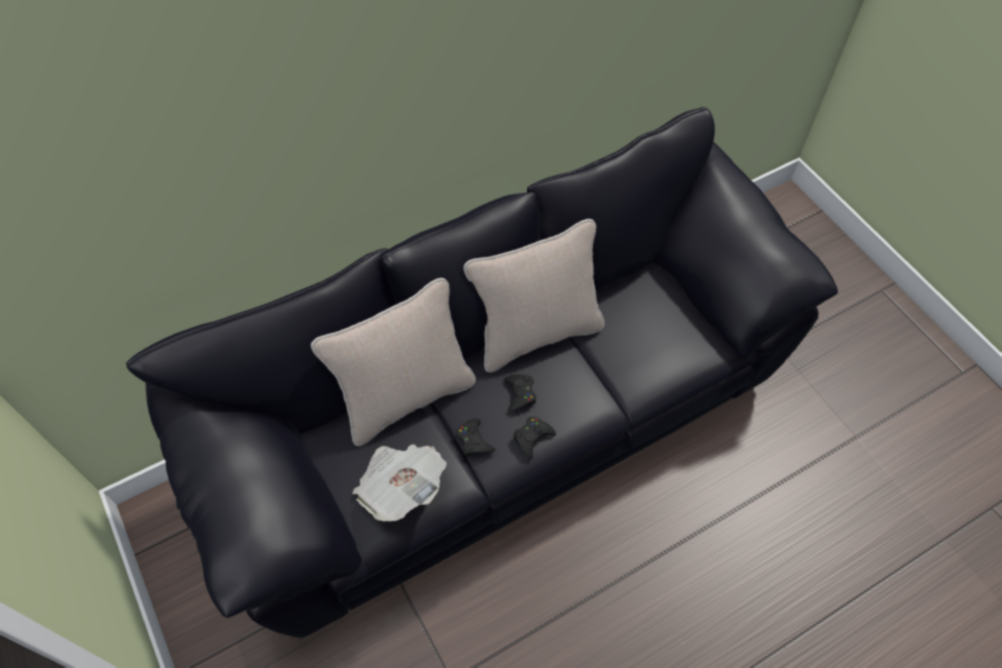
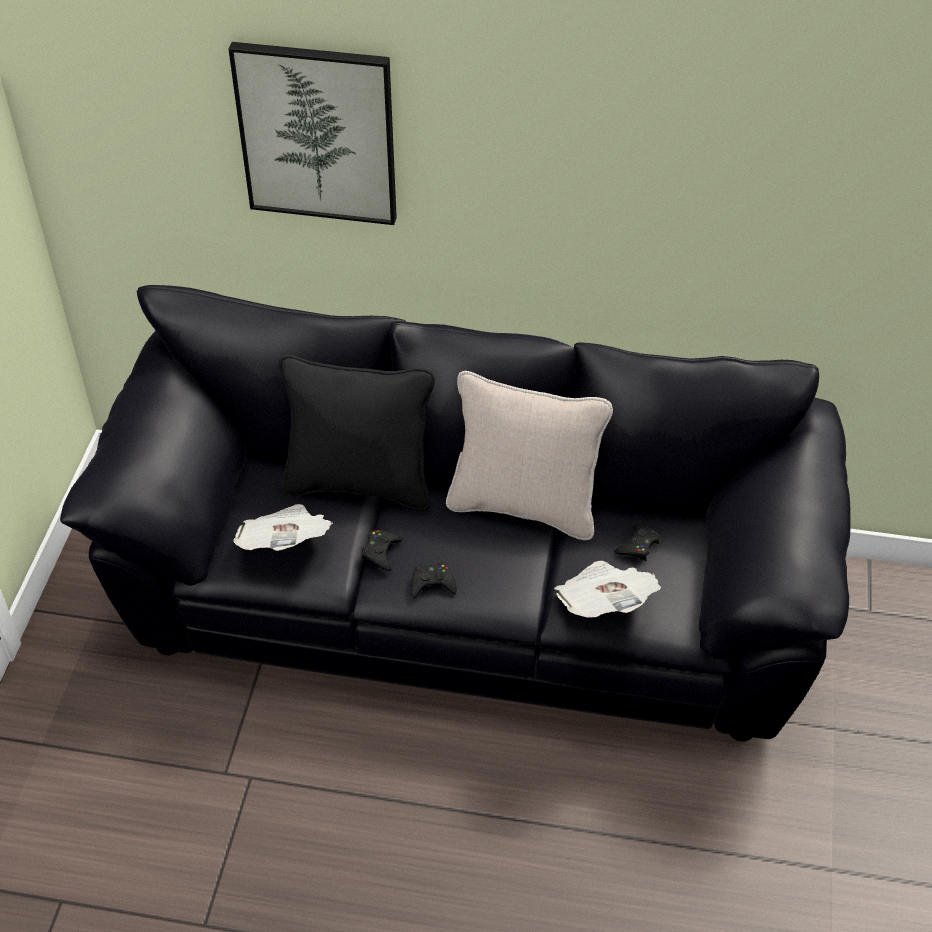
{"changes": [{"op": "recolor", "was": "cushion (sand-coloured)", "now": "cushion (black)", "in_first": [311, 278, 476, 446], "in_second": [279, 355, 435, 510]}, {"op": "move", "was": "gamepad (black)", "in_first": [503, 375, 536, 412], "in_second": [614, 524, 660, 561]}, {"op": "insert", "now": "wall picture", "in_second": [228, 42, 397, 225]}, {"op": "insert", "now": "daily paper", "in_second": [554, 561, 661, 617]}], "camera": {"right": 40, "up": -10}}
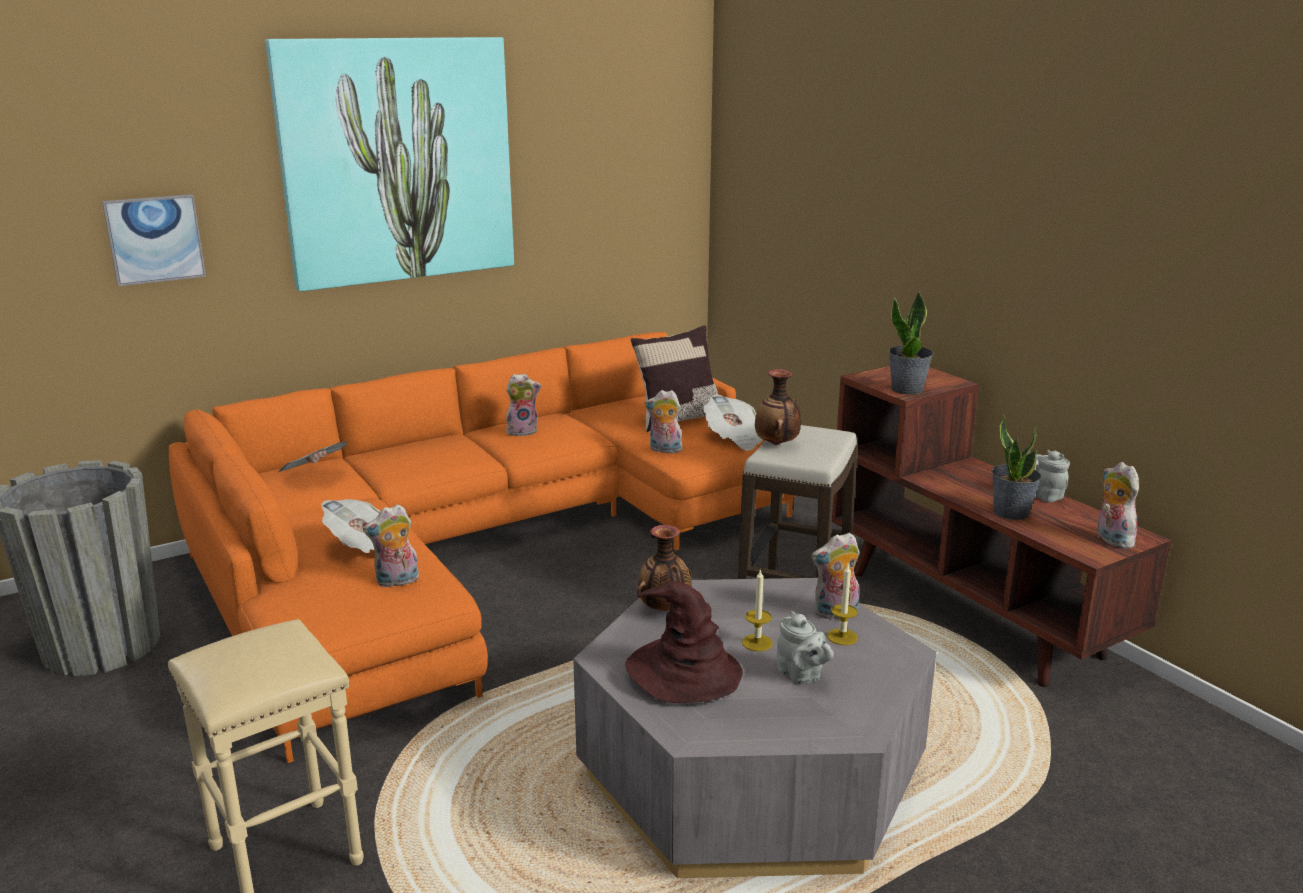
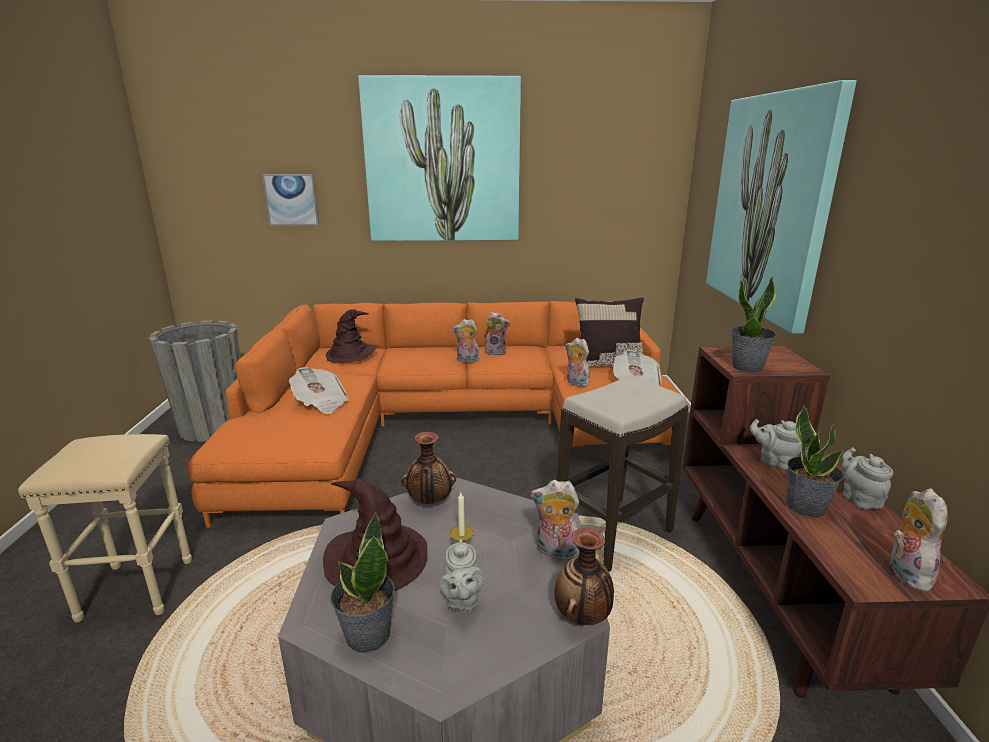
{"changes": [{"op": "move", "was": "decorative vase", "in_first": [755, 369, 801, 445], "in_second": [555, 528, 614, 625]}, {"op": "replace", "was": "daily paper", "now": "wearable hat (brownish)", "in_first": [279, 441, 348, 472], "in_second": [326, 309, 377, 363]}, {"op": "move", "was": "plush toy", "in_first": [363, 504, 419, 587], "in_second": [452, 319, 479, 362]}, {"op": "delete", "was": "candle", "in_first": [827, 565, 858, 645]}, {"op": "insert", "now": "wall picture", "in_second": [706, 80, 857, 334]}, {"op": "insert", "now": "tea pot (grey)", "in_second": [750, 419, 802, 469]}, {"op": "insert", "now": "potted plant", "in_second": [330, 512, 395, 653]}], "camera": {"right": 30, "up": 0}}
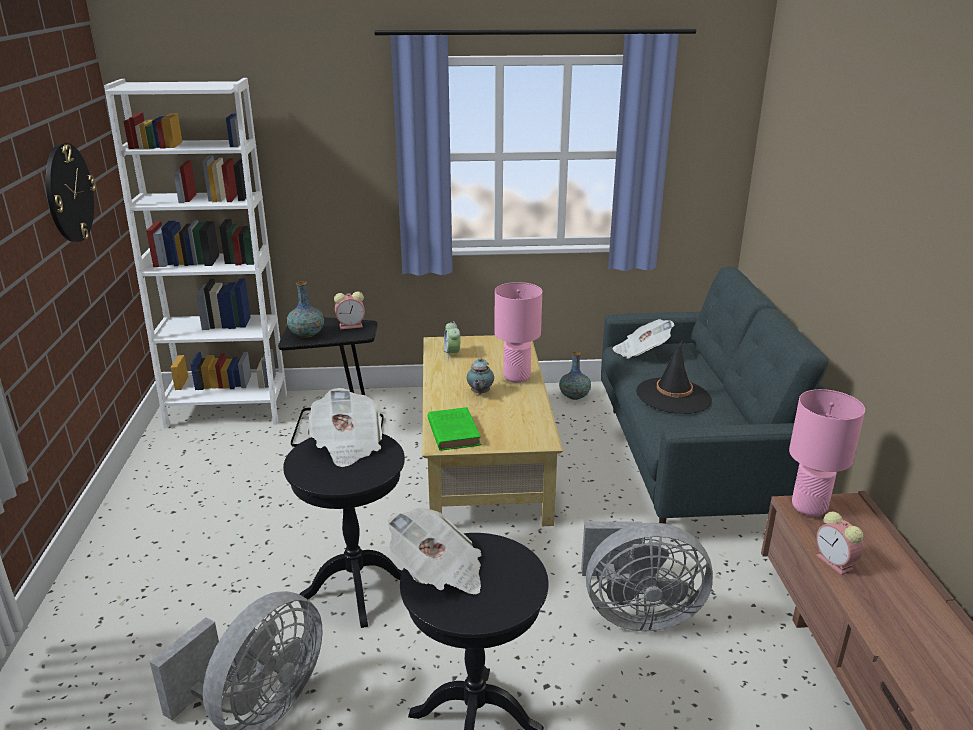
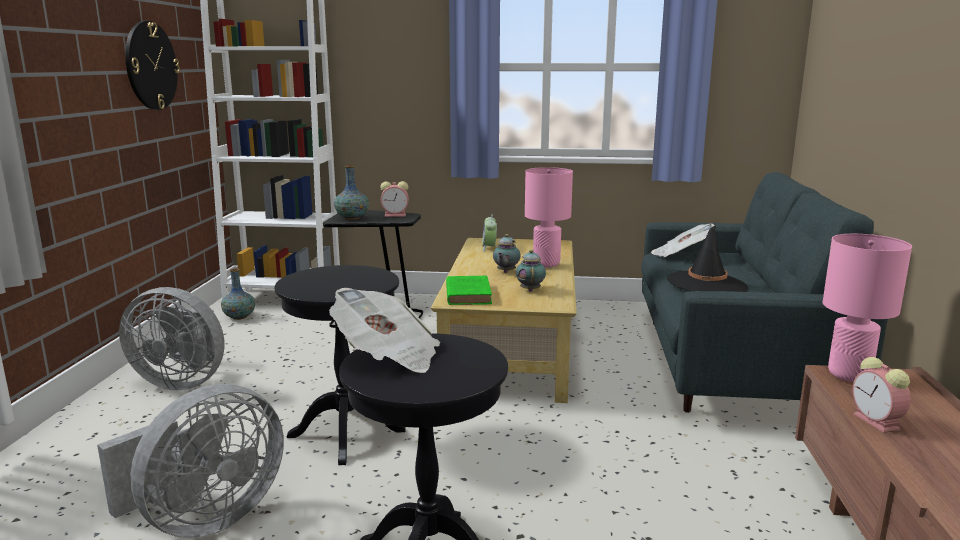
{"changes": [{"op": "move", "was": "decorative vase", "in_first": [559, 351, 591, 400], "in_second": [221, 269, 255, 320]}, {"op": "delete", "was": "daily paper", "in_first": [307, 388, 382, 467]}, {"op": "move", "was": "electric fan (grey)", "in_first": [581, 521, 713, 631], "in_second": [119, 287, 225, 390]}, {"op": "insert", "now": "tea pot", "in_second": [516, 249, 546, 292]}], "camera": {"right": 10, "up": -10}}
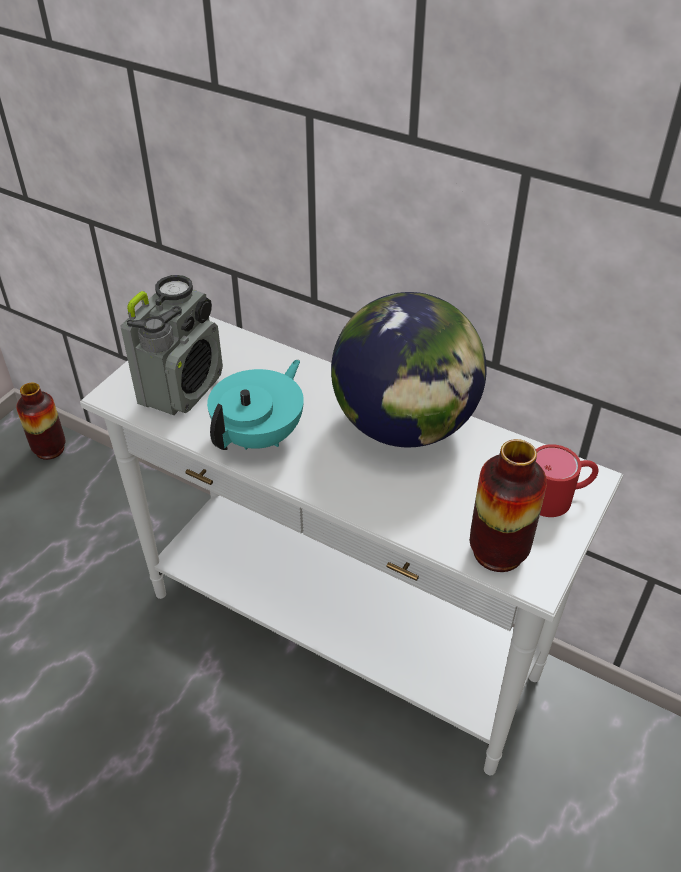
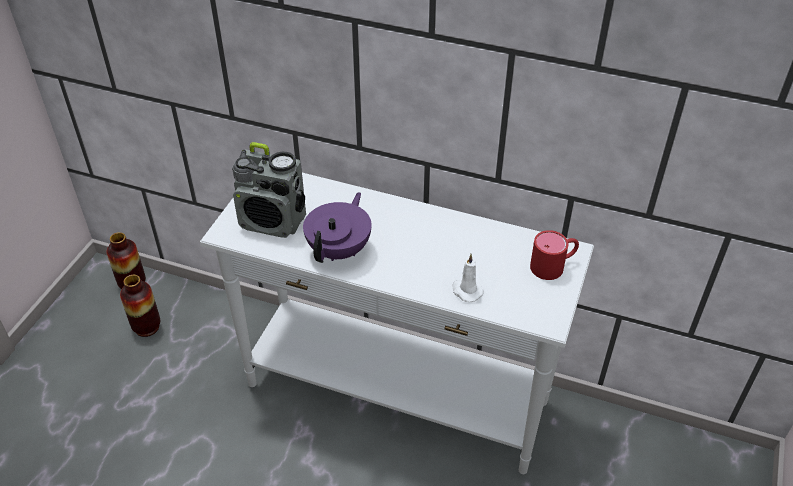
{"changes": [{"op": "rotate", "was": "radio set", "in_first": [120, 275, 223, 415], "in_second": [232, 142, 306, 238], "clockwise": 90}, {"op": "delete", "was": "globe", "in_first": [331, 292, 487, 448]}, {"op": "recolor", "was": "tea pot (turquoise)", "now": "tea pot (purple-coloured)", "in_first": [207, 360, 304, 450], "in_second": [303, 192, 371, 263]}, {"op": "move", "was": "decorative vase", "in_first": [470, 439, 547, 572], "in_second": [120, 275, 160, 337]}, {"op": "insert", "now": "candle (white-coloured)", "in_second": [452, 254, 483, 302]}], "camera": {"right": -10, "up": 0}}
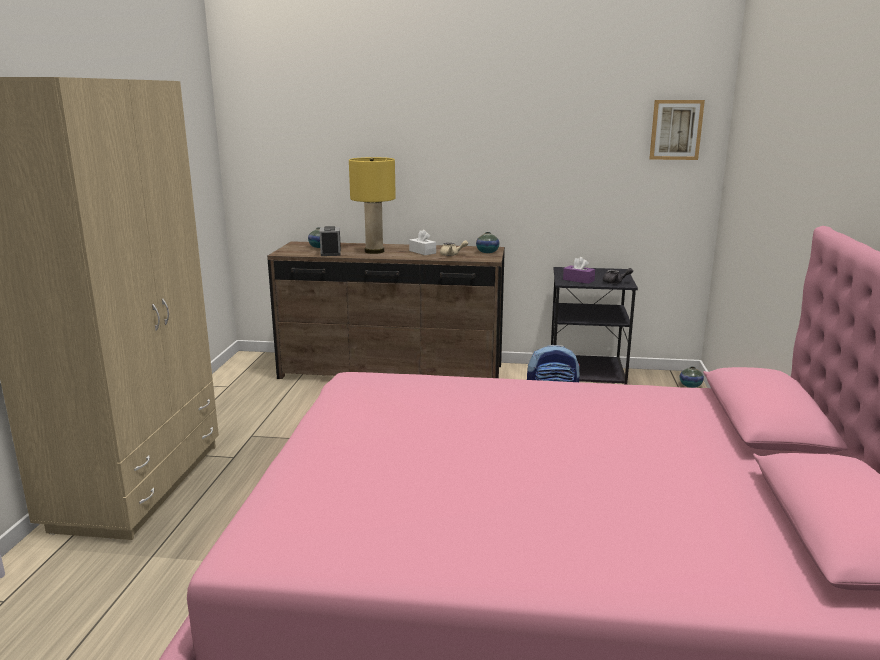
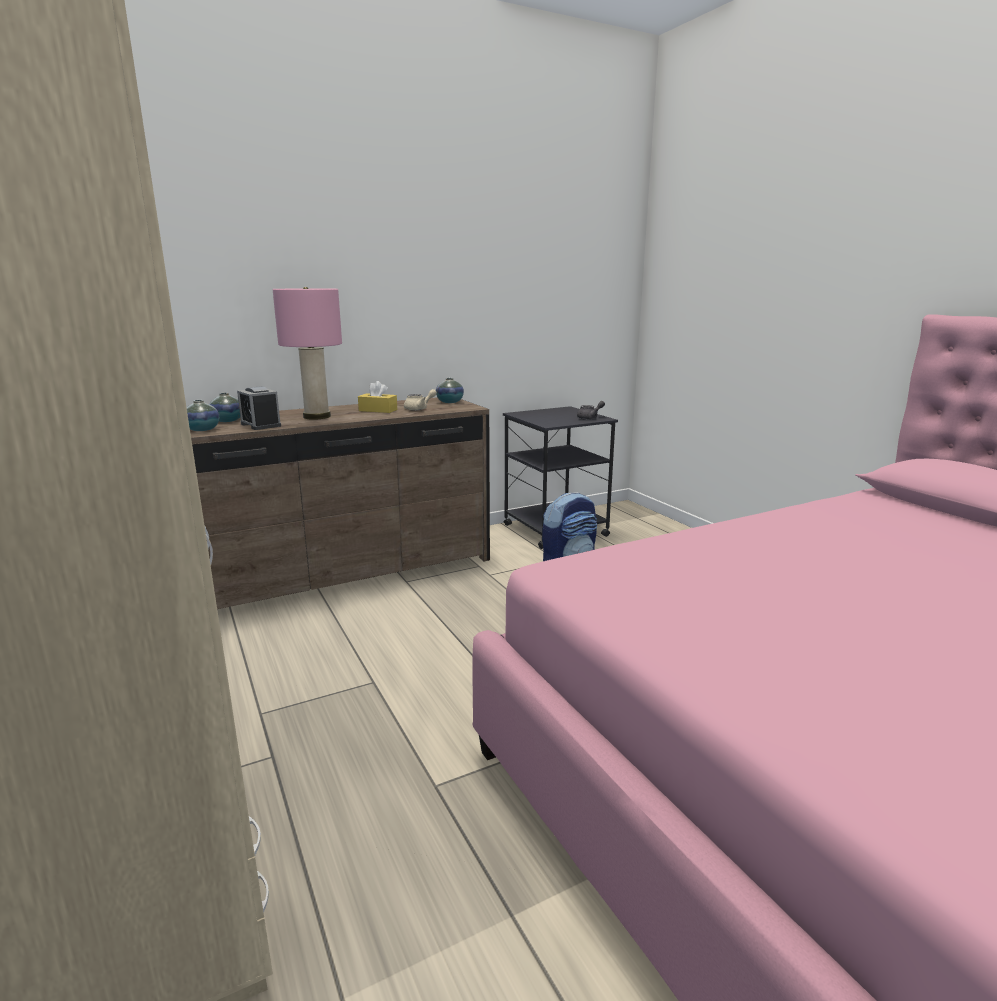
{"changes": [{"op": "delete", "was": "wall picture", "in_first": [649, 100, 705, 160]}, {"op": "recolor", "was": "tabletop lamp (yellow)", "now": "tabletop lamp (pinkish)", "in_first": [349, 157, 396, 254], "in_second": [273, 287, 342, 420]}, {"op": "recolor", "was": "tissue holder (white-coloured)", "now": "tissue holder (yellow)", "in_first": [409, 229, 436, 255], "in_second": [358, 381, 397, 413]}, {"op": "delete", "was": "tissue holder (purple-coloured)", "in_first": [563, 257, 595, 284]}, {"op": "move", "was": "decorative vase", "in_first": [680, 366, 704, 388], "in_second": [187, 400, 219, 431]}], "camera": {"right": -35, "up": 0}}
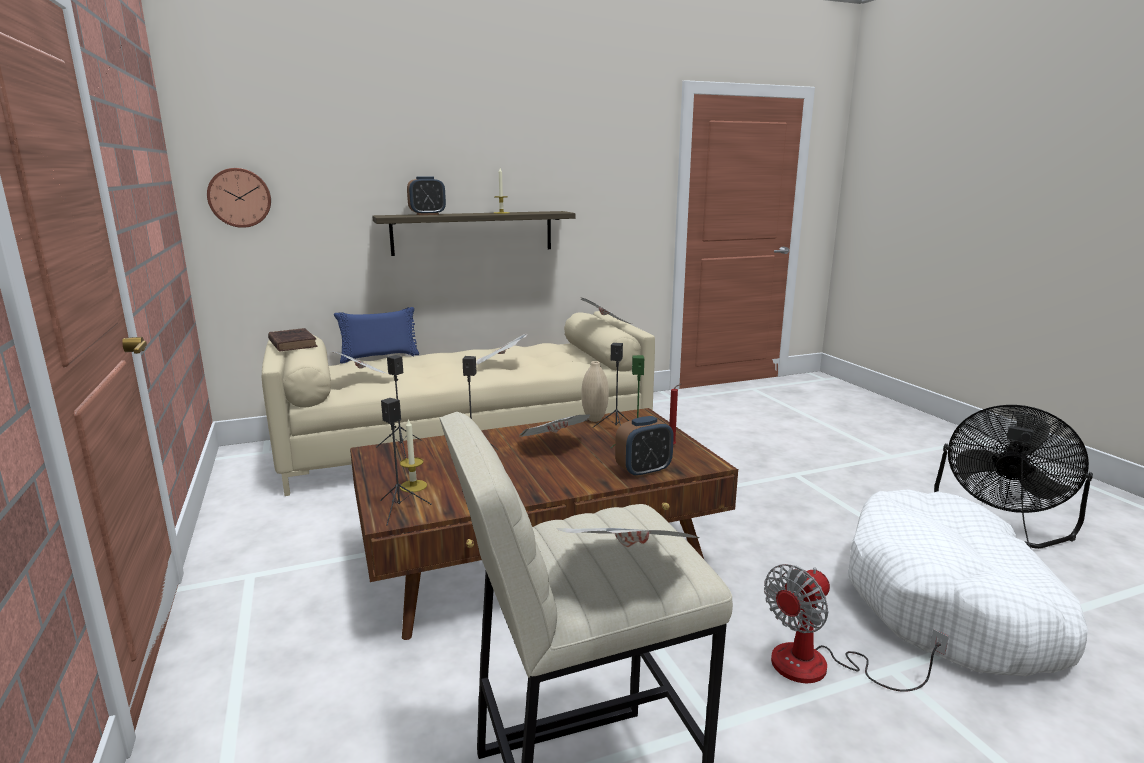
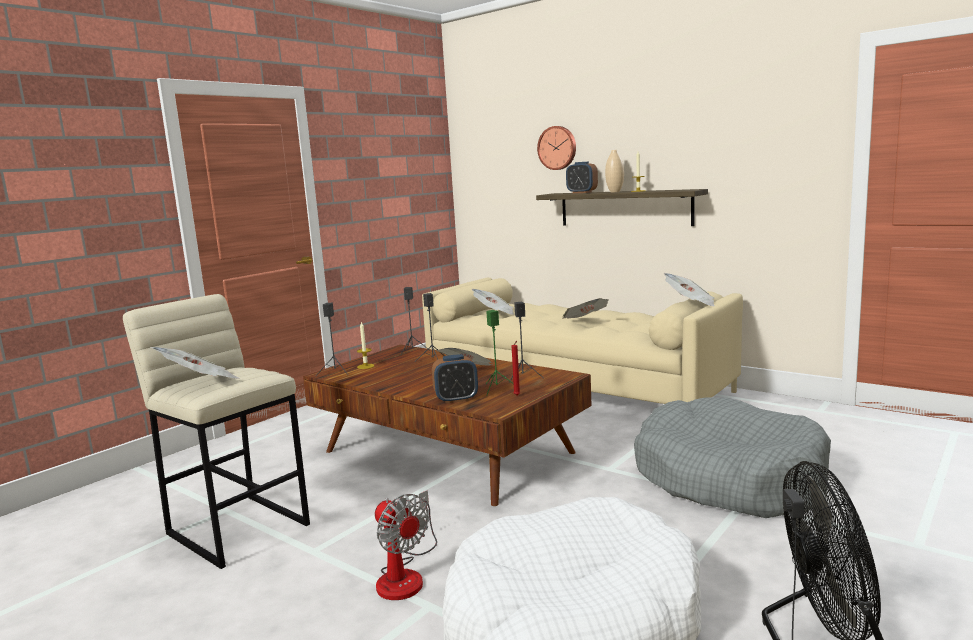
{"changes": [{"op": "move", "was": "wall clock", "in_first": [207, 168, 271, 228], "in_second": [537, 126, 576, 170]}, {"op": "delete", "was": "cushion (blue)", "in_first": [334, 307, 419, 363]}, {"op": "delete", "was": "bound book (brownish)", "in_first": [268, 328, 317, 352]}, {"op": "move", "was": "decorative vase (sand-coloured)", "in_first": [581, 361, 609, 422], "in_second": [605, 150, 624, 192]}, {"op": "rotate", "was": "alarm clock", "in_first": [615, 416, 674, 478], "in_second": [432, 354, 478, 404], "clockwise": -45}, {"op": "rotate", "was": "electric fan", "in_first": [764, 564, 949, 692], "in_second": [375, 490, 437, 600], "clockwise": -150}, {"op": "insert", "now": "dog cushion (grey)", "in_second": [634, 397, 831, 518]}], "camera": {"right": 60, "up": -5}}
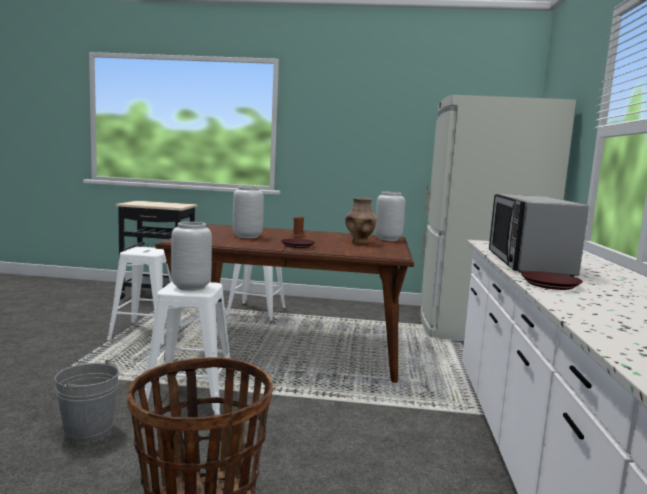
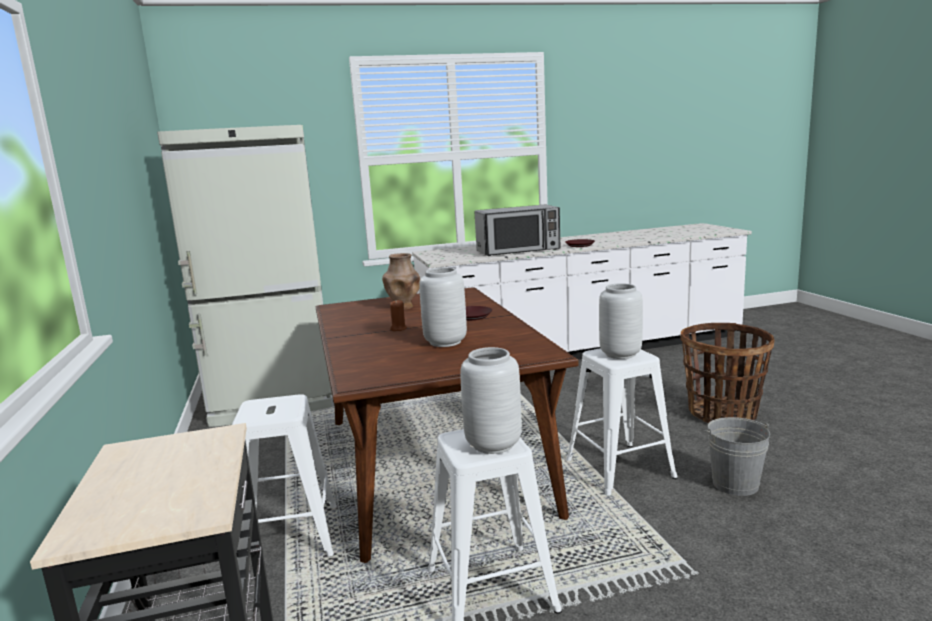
{"changes": [{"op": "move", "was": "decorative vase (grey)", "in_first": [375, 192, 405, 241], "in_second": [460, 347, 521, 454]}], "camera": {"right": -110, "up": 5}}
